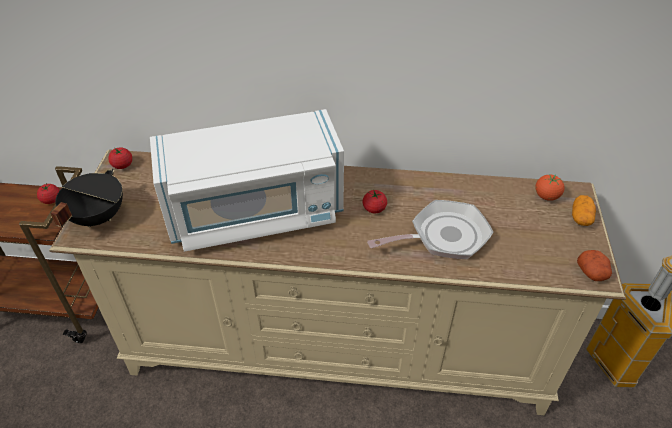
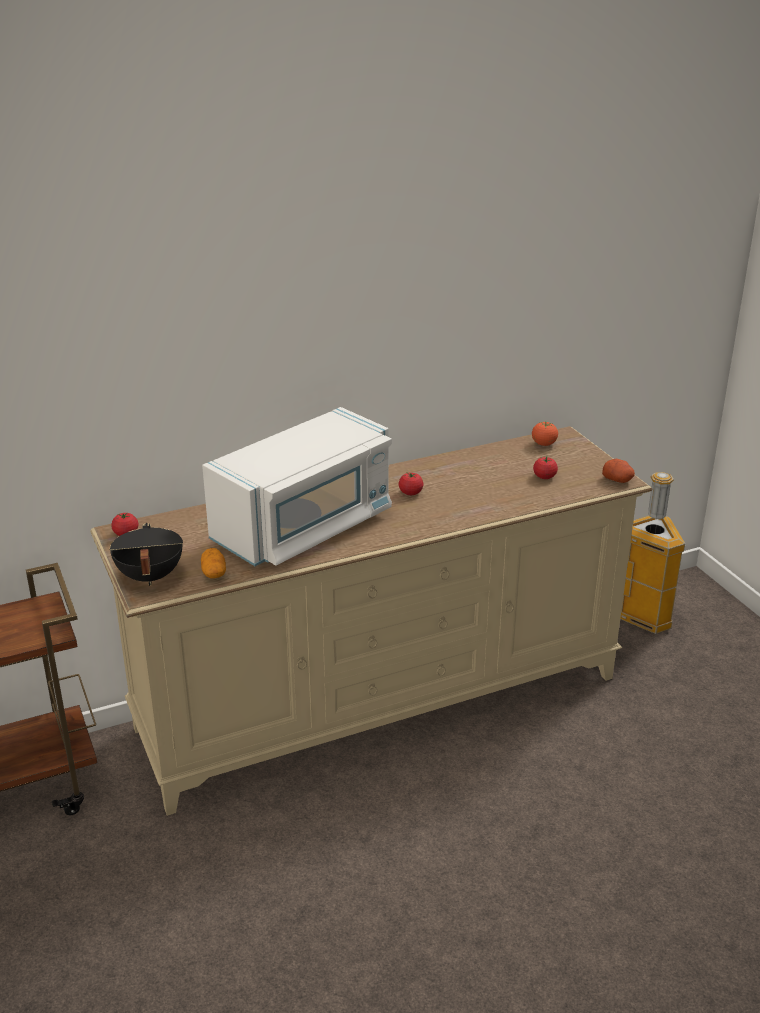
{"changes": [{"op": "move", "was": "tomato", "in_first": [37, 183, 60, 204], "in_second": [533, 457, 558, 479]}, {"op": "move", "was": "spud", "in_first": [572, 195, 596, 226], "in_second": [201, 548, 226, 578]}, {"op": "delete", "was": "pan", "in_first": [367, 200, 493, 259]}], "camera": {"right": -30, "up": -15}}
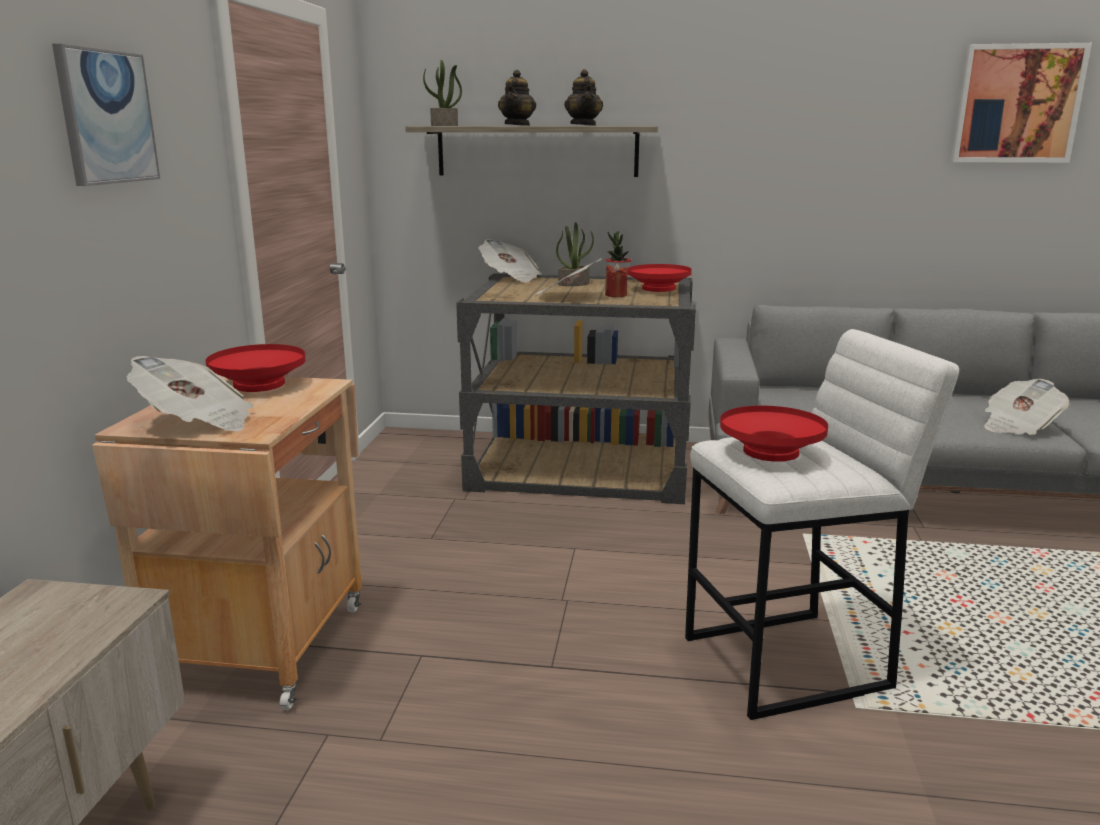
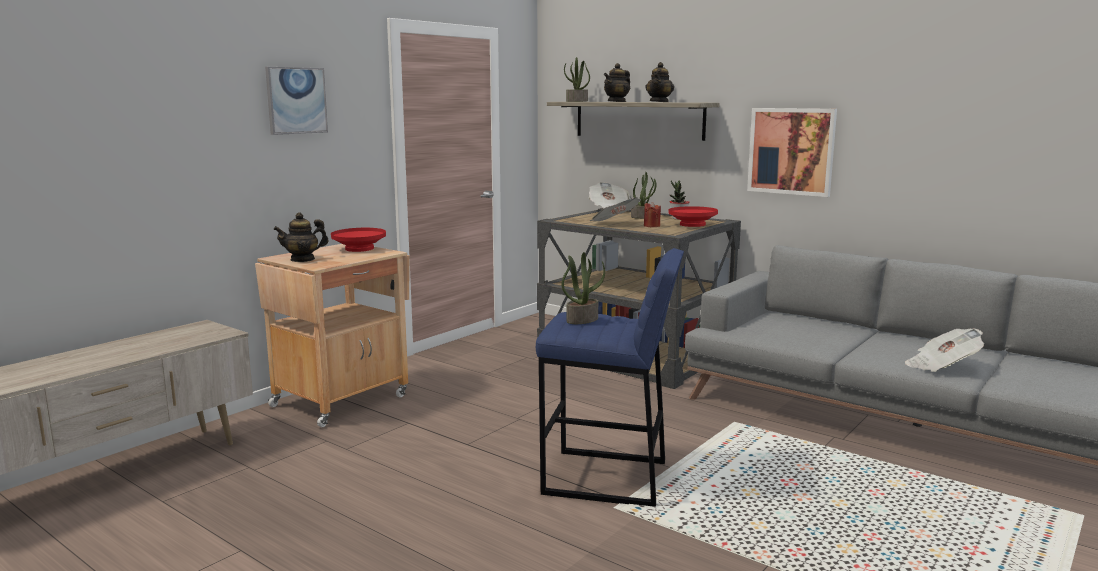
{"changes": [{"op": "move", "was": "wall picture", "in_first": [951, 43, 1092, 163], "in_second": [747, 108, 837, 197]}, {"op": "recolor", "was": "stool seat (white-coloured)", "now": "stool seat (blue)", "in_first": [685, 329, 959, 720], "in_second": [536, 248, 684, 507]}, {"op": "replace", "was": "daily paper", "now": "tea pot", "in_first": [126, 356, 253, 431], "in_second": [273, 212, 329, 262]}, {"op": "replace", "was": "deep dish (reddish)", "now": "potted plant", "in_first": [720, 406, 828, 462], "in_second": [562, 252, 605, 324]}], "camera": {"right": 30, "up": -5}}
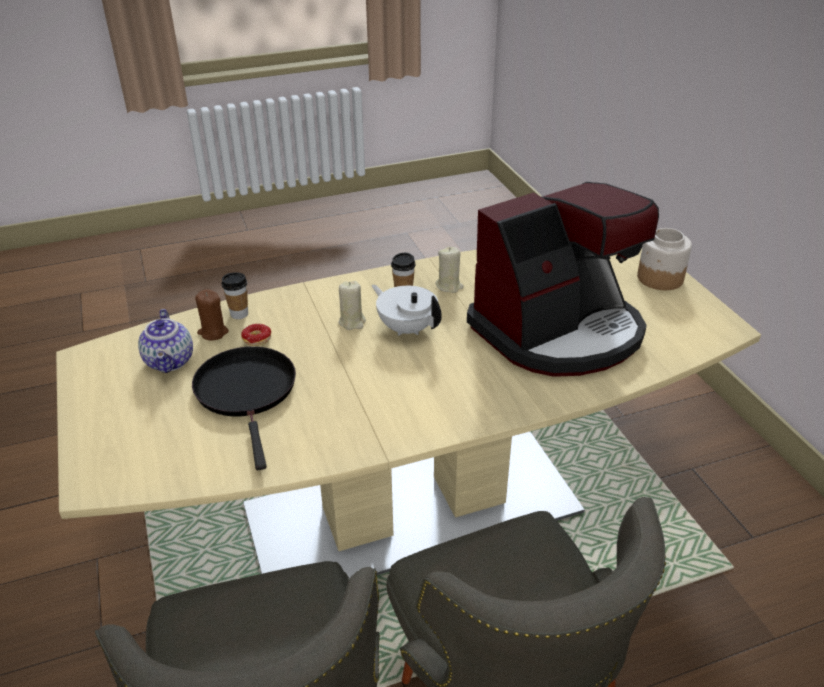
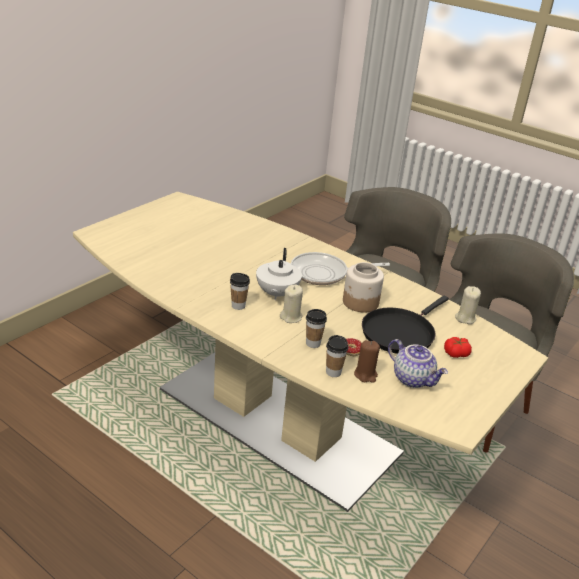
{"changes": [{"op": "delete", "was": "coffee brewer", "in_first": [467, 182, 659, 377]}, {"op": "move", "was": "preserve jar", "in_first": [637, 228, 692, 290], "in_second": [343, 262, 384, 313]}, {"op": "move", "was": "candle (sand-coloured)", "in_first": [435, 247, 464, 293], "in_second": [455, 286, 481, 324]}, {"op": "rotate", "was": "tea pot", "in_first": [138, 309, 193, 373], "in_second": [388, 339, 448, 388], "clockwise": 90}, {"op": "insert", "now": "pan", "in_second": [291, 252, 390, 285]}, {"op": "insert", "now": "drinking cup", "in_second": [306, 309, 327, 348]}, {"op": "insert", "now": "tomato", "in_second": [444, 337, 472, 358]}], "camera": {"right": -125, "up": -5}}
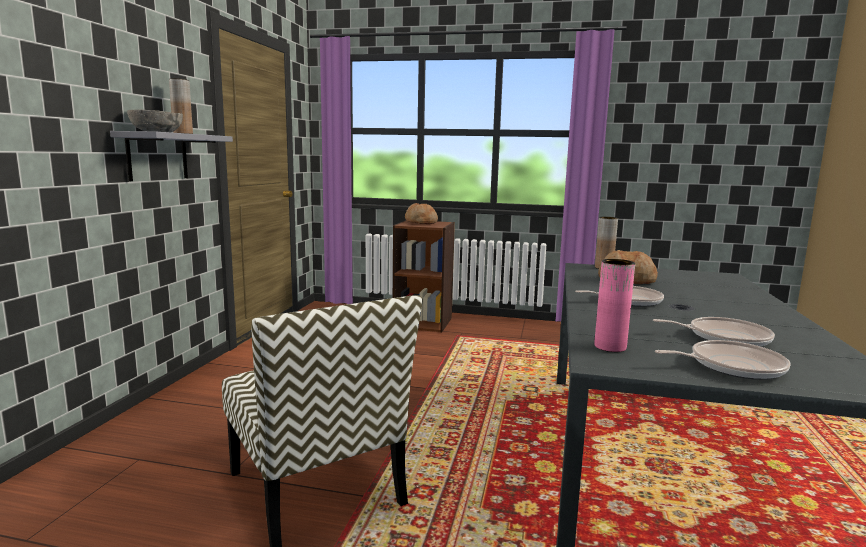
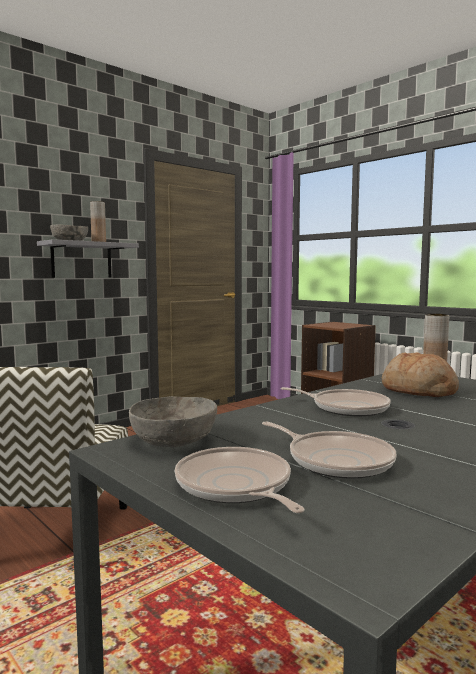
{"changes": [{"op": "delete", "was": "bread", "in_first": [405, 203, 438, 224]}, {"op": "replace", "was": "decorative vase (pinkish)", "now": "deep dish (grey)", "in_first": [594, 259, 635, 352], "in_second": [129, 396, 217, 448]}, {"op": "rotate", "was": "pan", "in_first": [655, 340, 791, 380], "in_second": [175, 447, 305, 513], "clockwise": -150}], "camera": {"right": 35, "up": -5}}
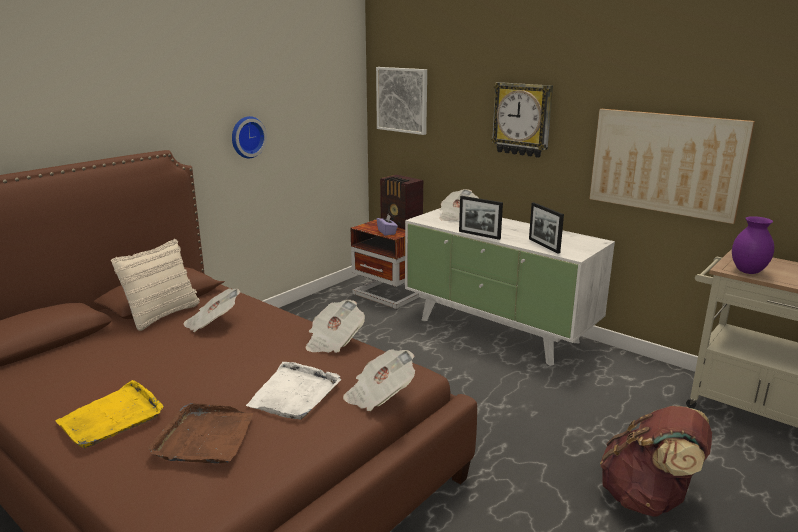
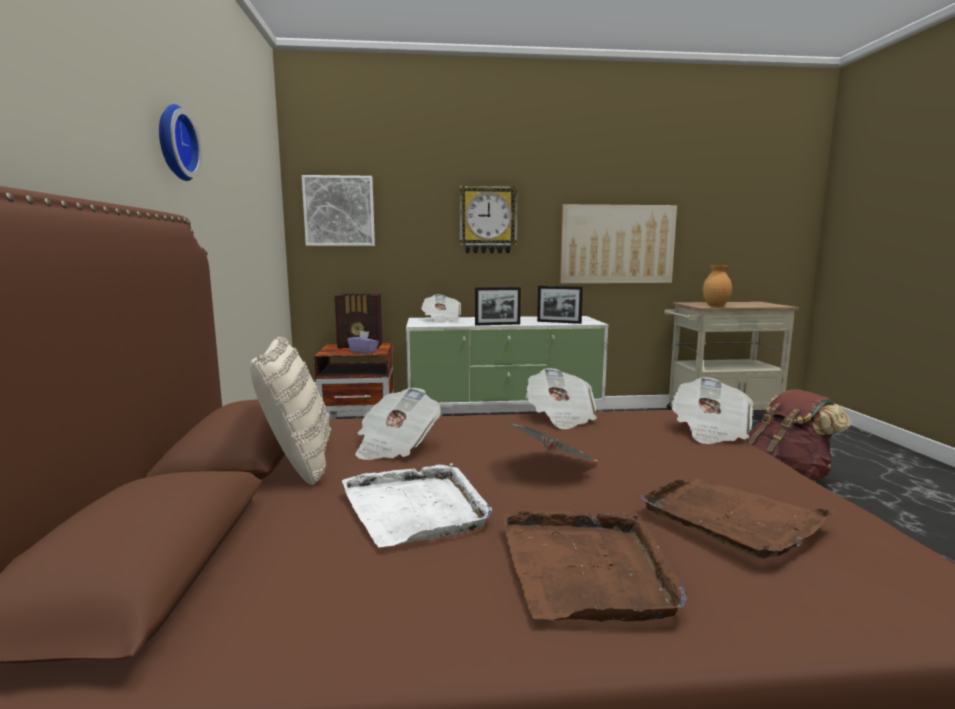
{"changes": [{"op": "move", "was": "wall clock", "in_first": [232, 116, 267, 159], "in_second": [159, 104, 202, 181]}, {"op": "recolor", "was": "decorative vase (purple-coloured)", "now": "decorative vase (brownish)", "in_first": [732, 216, 774, 274], "in_second": [703, 266, 732, 307]}, {"op": "move", "was": "serving tray (white-coloured)", "in_first": [246, 362, 341, 419], "in_second": [342, 463, 492, 547]}, {"op": "recolor", "was": "serving tray (yellow)", "now": "serving tray (brownish)", "in_first": [55, 380, 164, 449], "in_second": [503, 510, 687, 622]}, {"op": "insert", "now": "daily paper", "in_second": [504, 424, 599, 461]}], "camera": {"right": -45, "up": -10}}
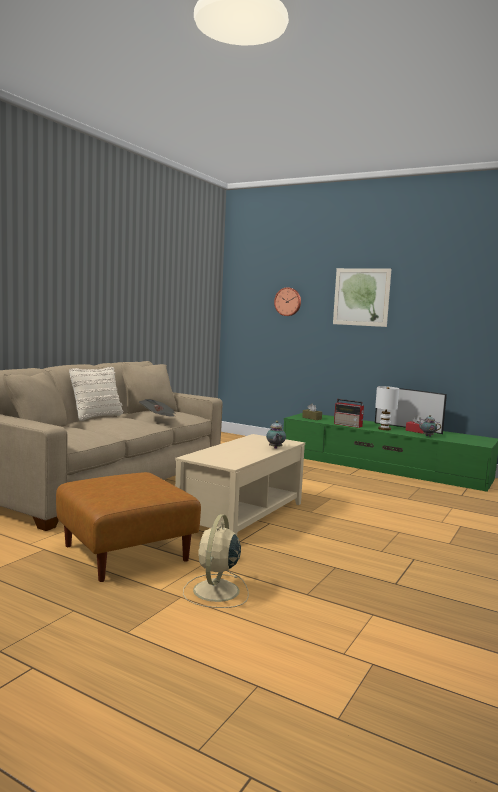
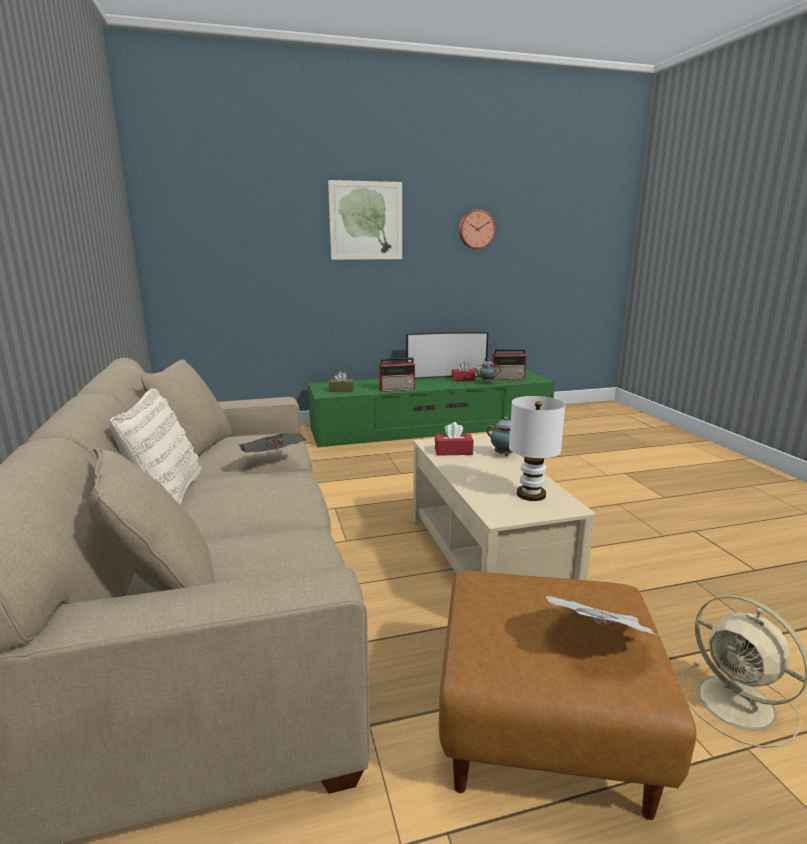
{"changes": [{"op": "move", "was": "wall clock", "in_first": [274, 287, 301, 316], "in_second": [459, 209, 496, 249]}, {"op": "move", "was": "tabletop lamp (white-coloured)", "in_first": [375, 386, 399, 430], "in_second": [509, 396, 565, 501]}, {"op": "insert", "now": "radio set", "in_second": [493, 349, 527, 380]}, {"op": "insert", "now": "tissue holder (reddish)", "in_second": [435, 422, 474, 456]}, {"op": "insert", "now": "daily paper", "in_second": [546, 596, 657, 635]}], "camera": {"right": -45, "up": 10}}
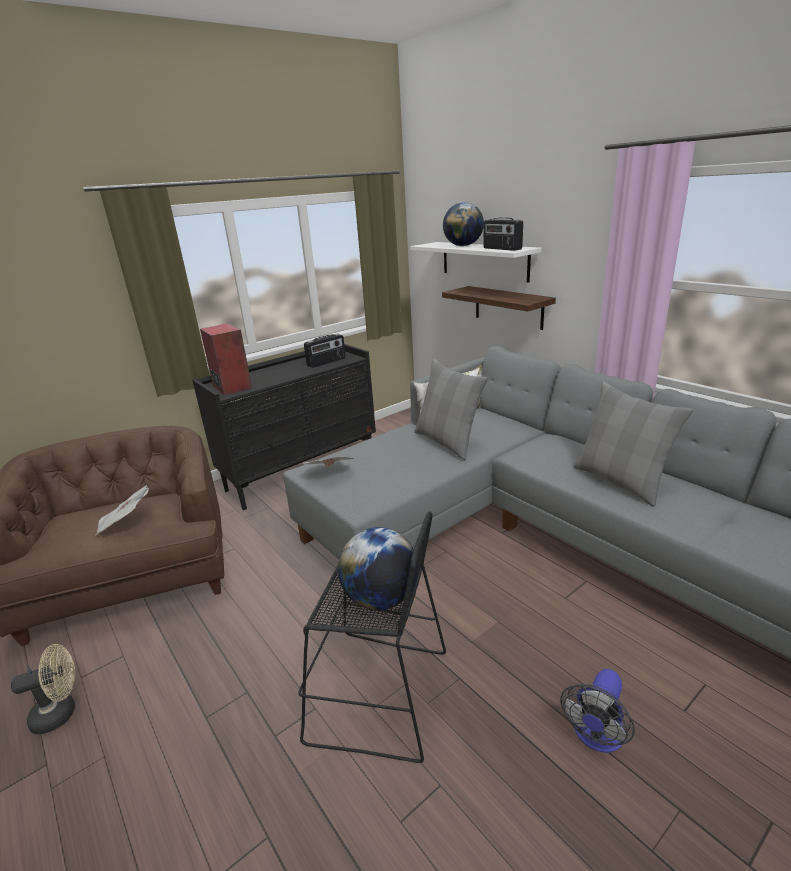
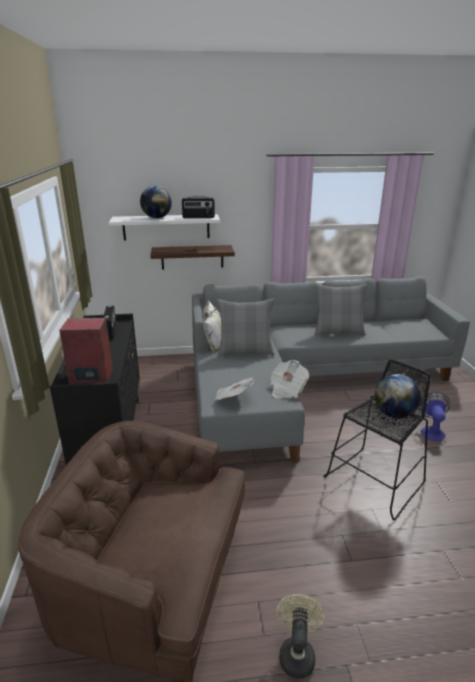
{"changes": [{"op": "move", "was": "daily paper", "in_first": [95, 485, 149, 535], "in_second": [270, 360, 309, 398]}, {"op": "rotate", "was": "electric fan", "in_first": [560, 669, 635, 753], "in_second": [418, 392, 451, 441], "clockwise": -150}], "camera": {"right": -60, "up": 0}}
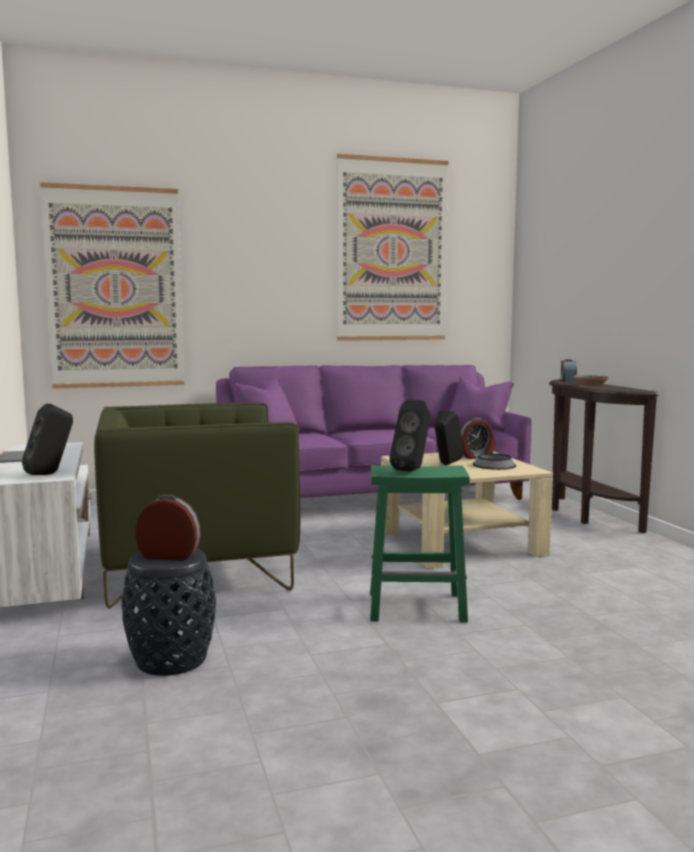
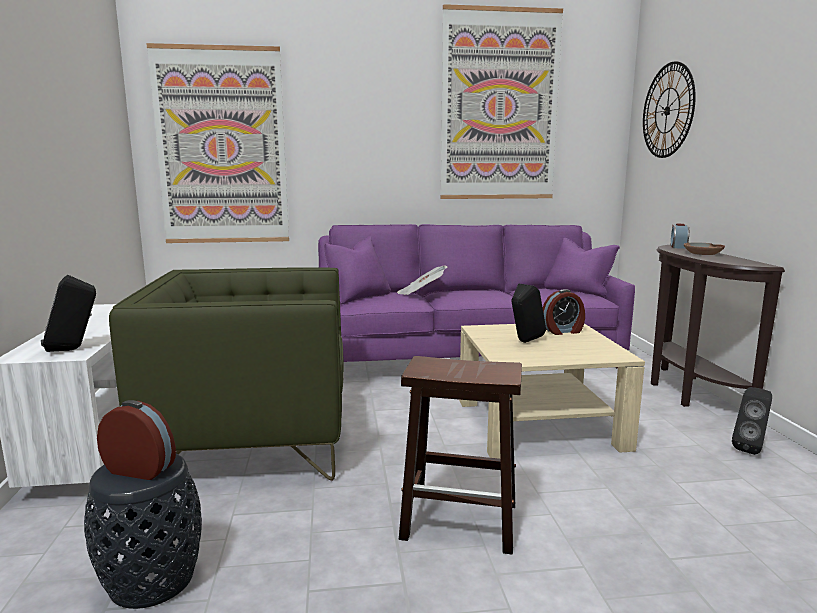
{"changes": [{"op": "move", "was": "speaker (black)", "in_first": [389, 400, 431, 472], "in_second": [732, 387, 772, 455]}, {"op": "delete", "was": "deep dish", "in_first": [473, 453, 516, 470]}, {"op": "recolor", "was": "stool seat (greenish)", "now": "stool seat (brownish)", "in_first": [370, 465, 470, 623], "in_second": [399, 356, 522, 554]}, {"op": "insert", "now": "wall clock", "in_second": [643, 61, 696, 158]}, {"op": "insert", "now": "daily paper", "in_second": [397, 265, 448, 295]}], "camera": {"right": 10, "up": 5}}
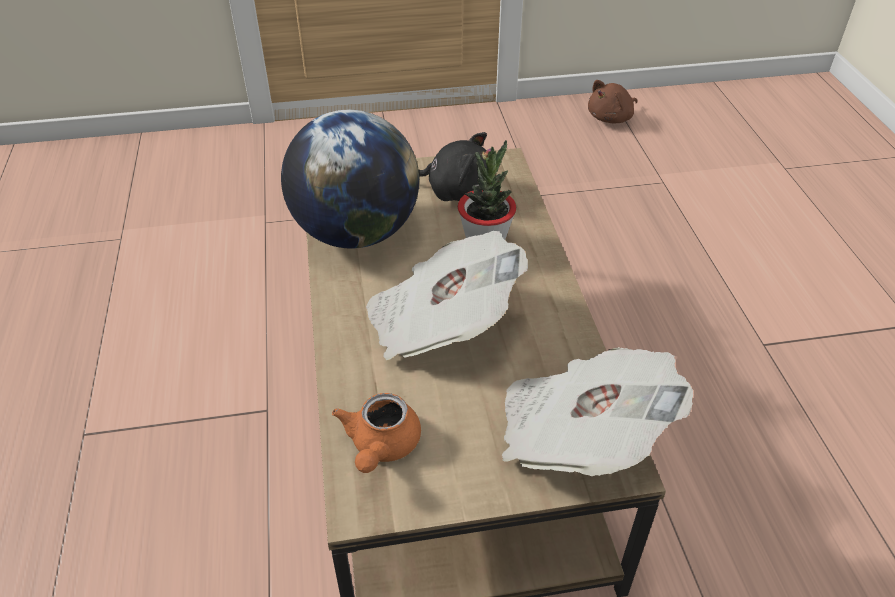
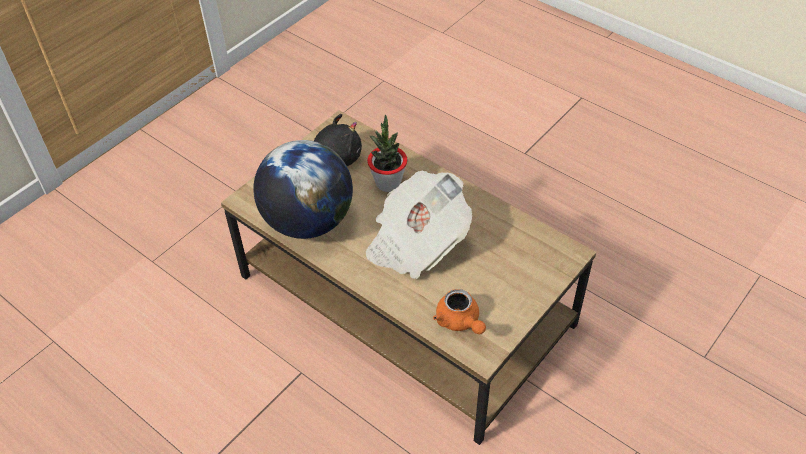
{"changes": [{"op": "delete", "was": "plush toy (brownish)", "in_first": [588, 80, 638, 123]}, {"op": "delete", "was": "daily paper", "in_first": [502, 347, 693, 476]}], "camera": {"right": -40, "up": 5}}
